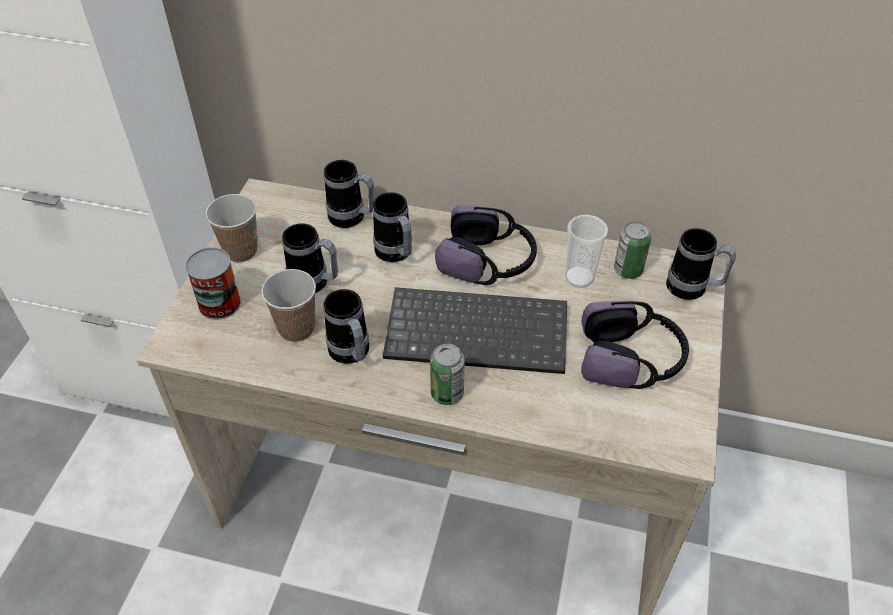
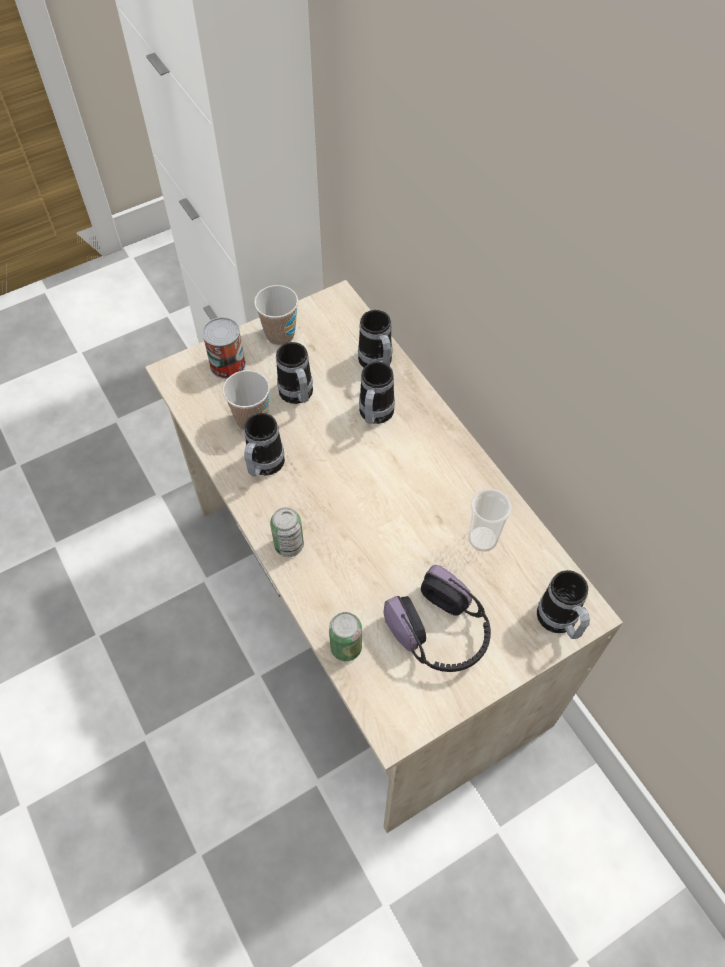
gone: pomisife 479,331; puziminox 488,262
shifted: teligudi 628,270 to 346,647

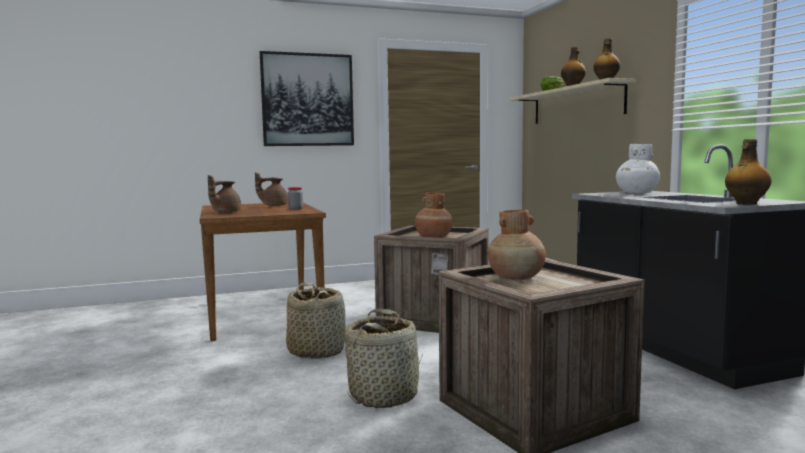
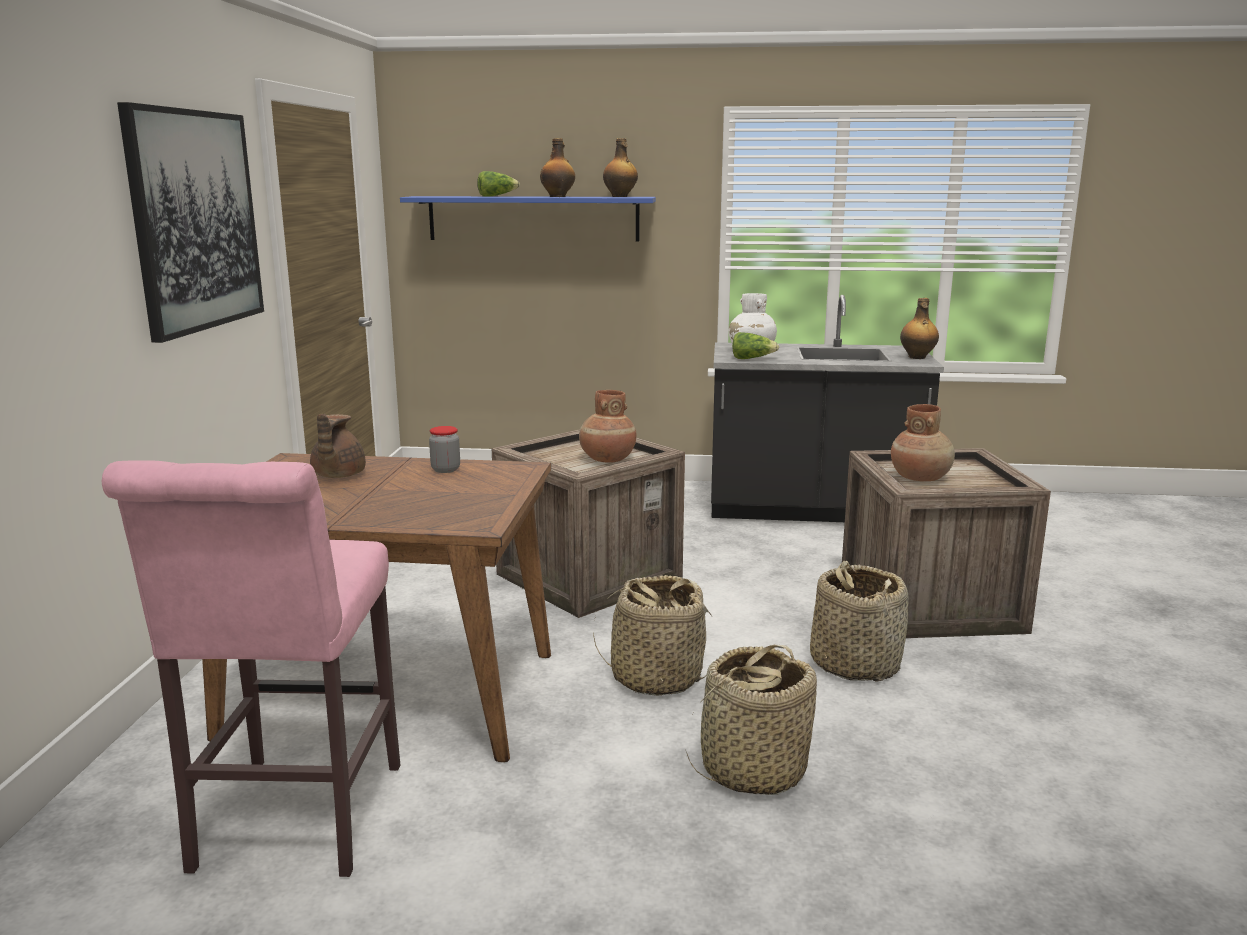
gone: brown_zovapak 225,212
new: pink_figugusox 294,824; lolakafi 752,770; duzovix 752,359
repainted: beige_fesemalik 576,104 to blue_fesemalik 533,218

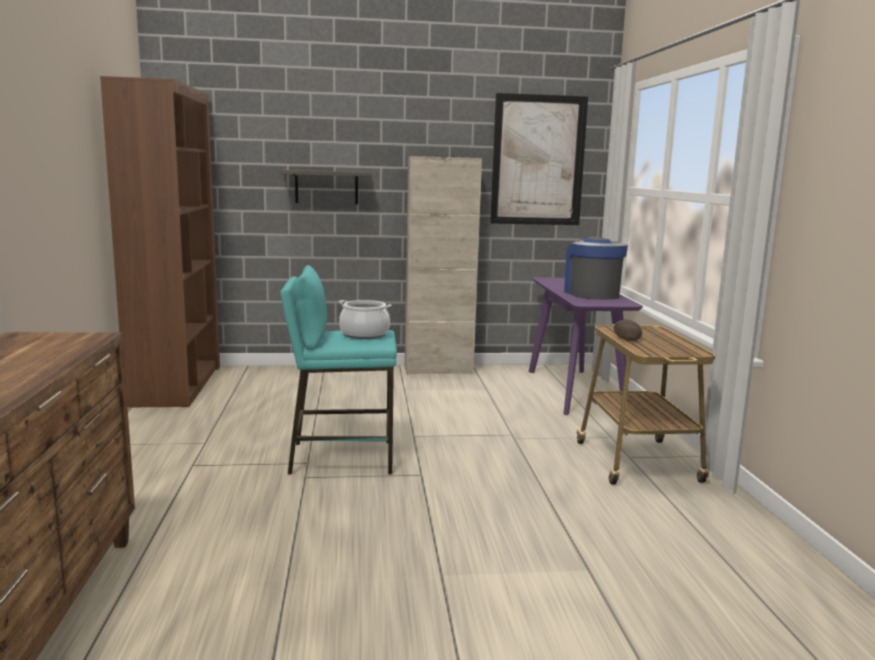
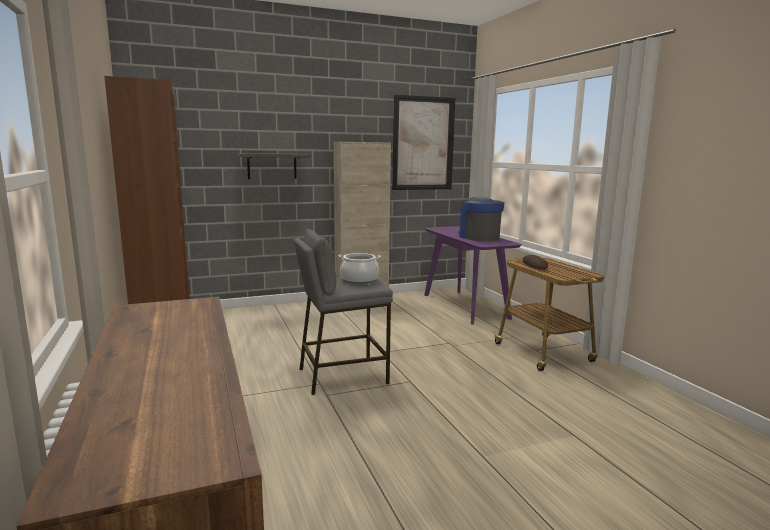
repainted: turquoise_figugusox 341,457 to grey_figugusox 342,375

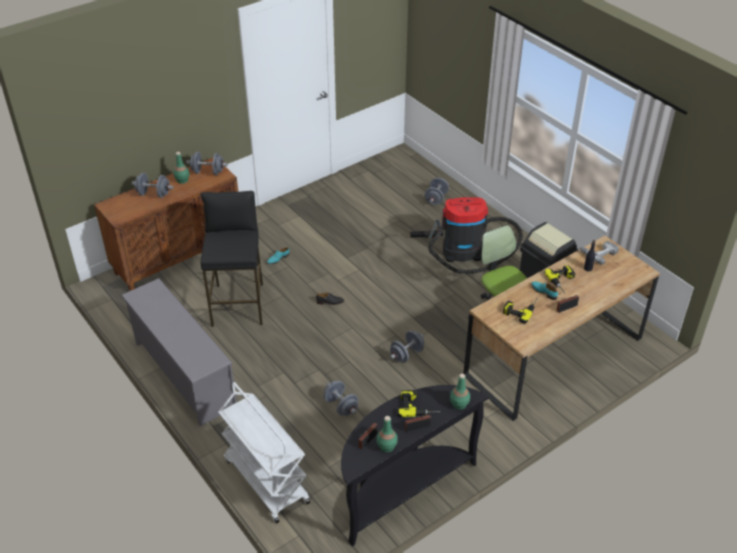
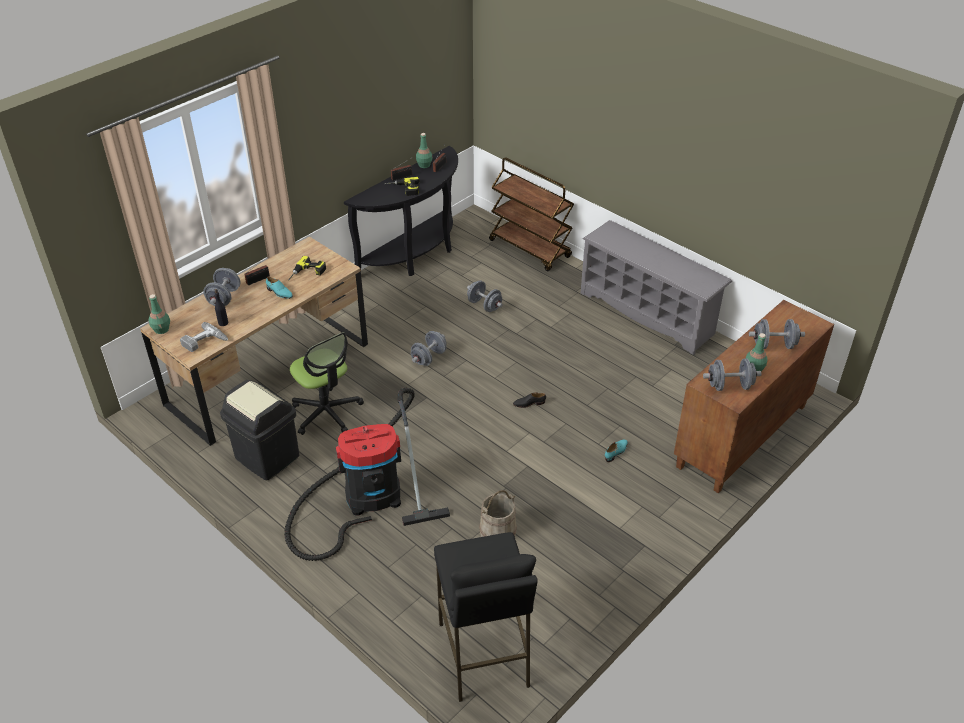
gone: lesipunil 563,282
new: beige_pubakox 498,531
shifted: black_figugusox 239,304 to 483,655; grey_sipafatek 436,199 to 224,298; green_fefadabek 459,404 to 162,329
repainted: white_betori 265,480 to brown_betori 530,249

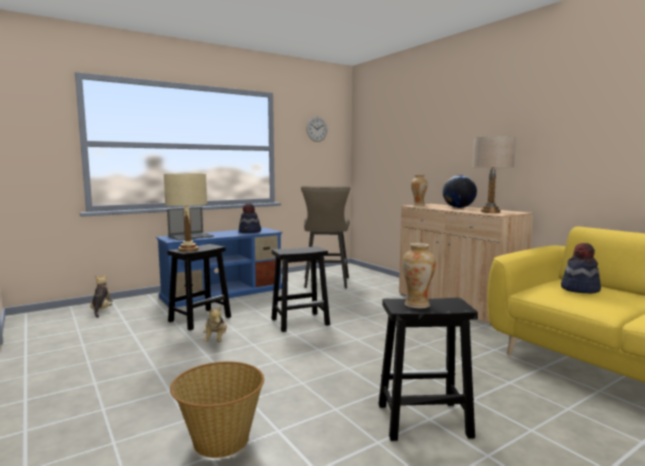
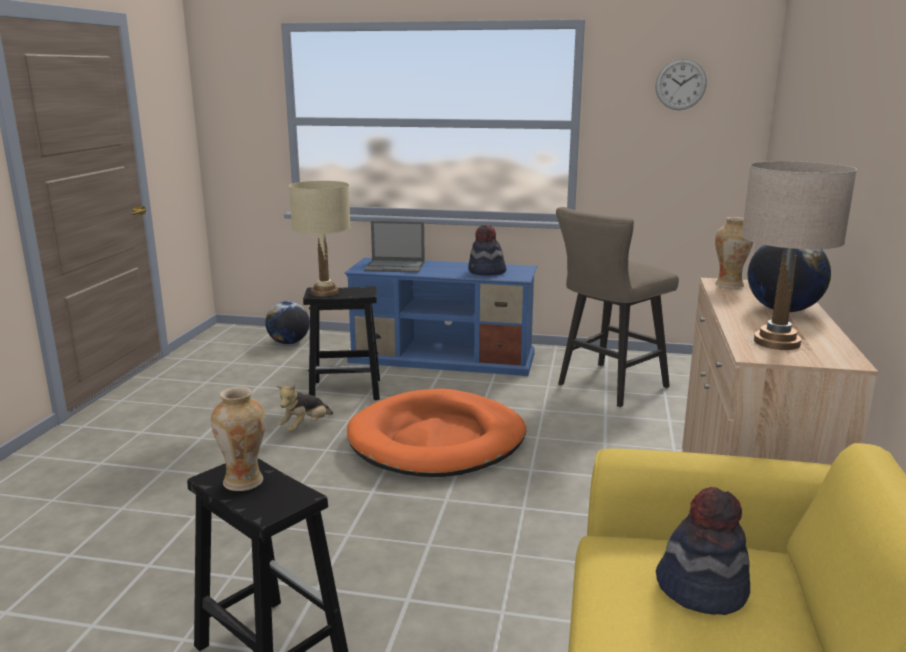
gone: lolakafi 220,440
swapped: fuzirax 101,310 to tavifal 289,343; black_figugusox 301,321 to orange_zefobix 437,440

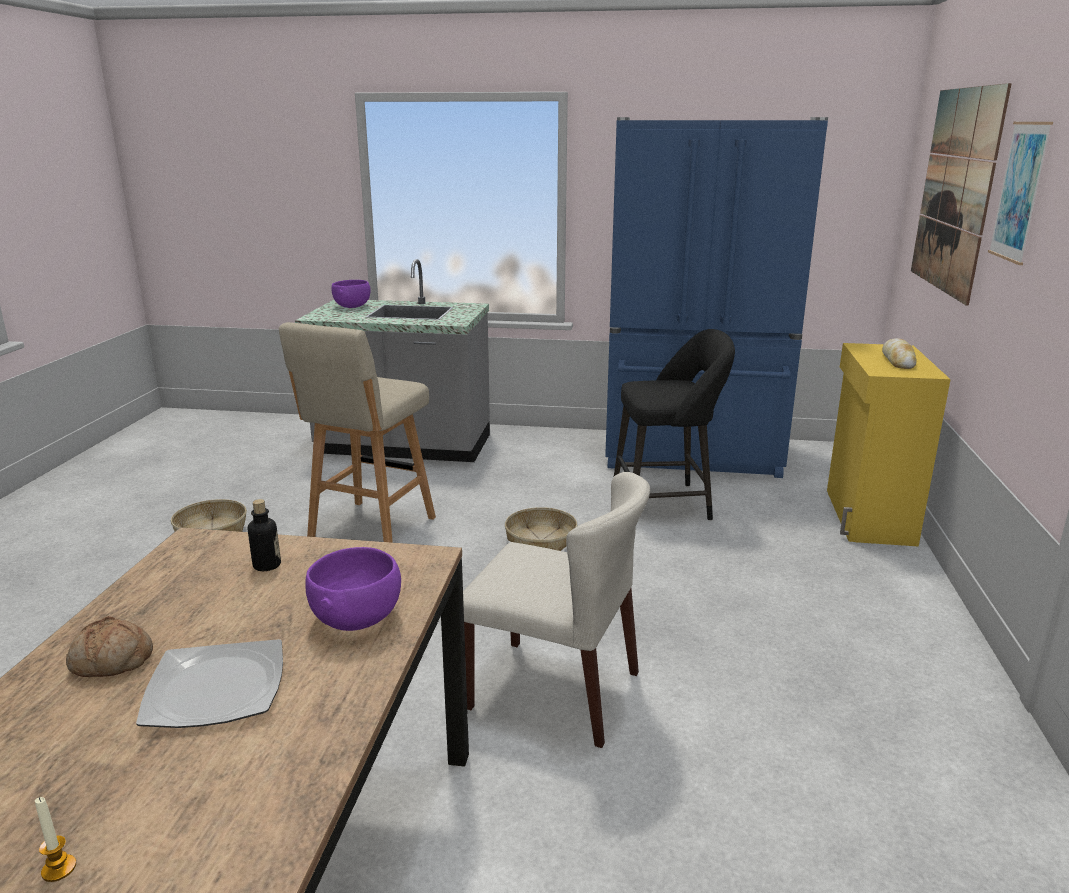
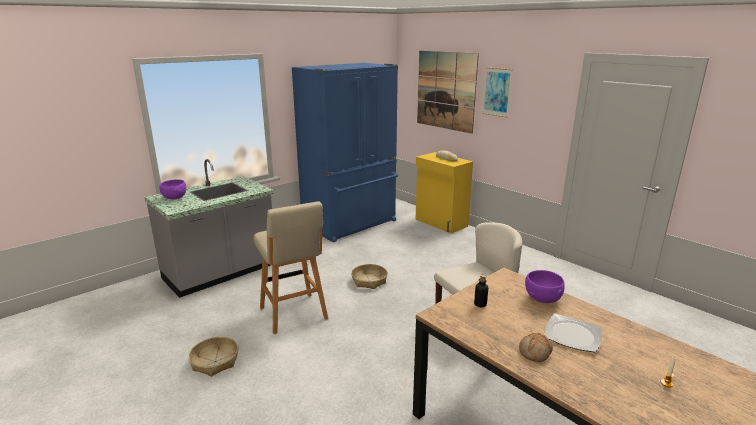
gone: black_figugusox 667,503

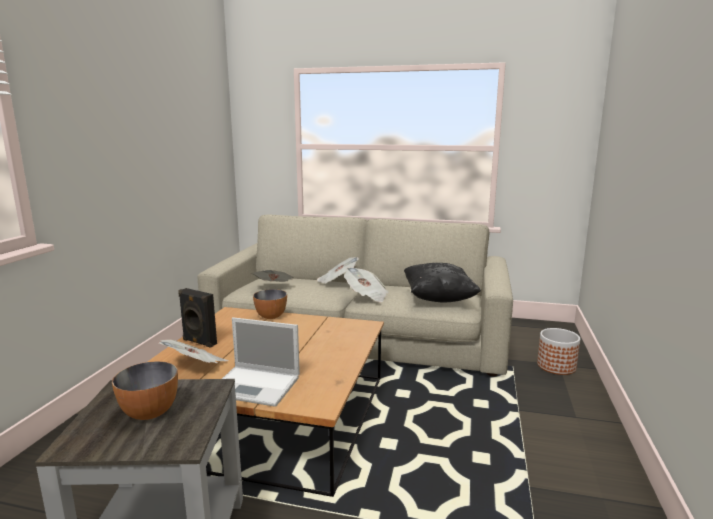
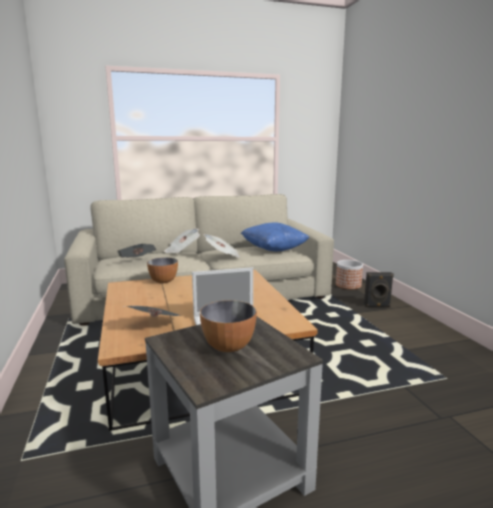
shifted: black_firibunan 199,342 to 377,306
repainted: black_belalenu 438,299 to blue_belalenu 273,250

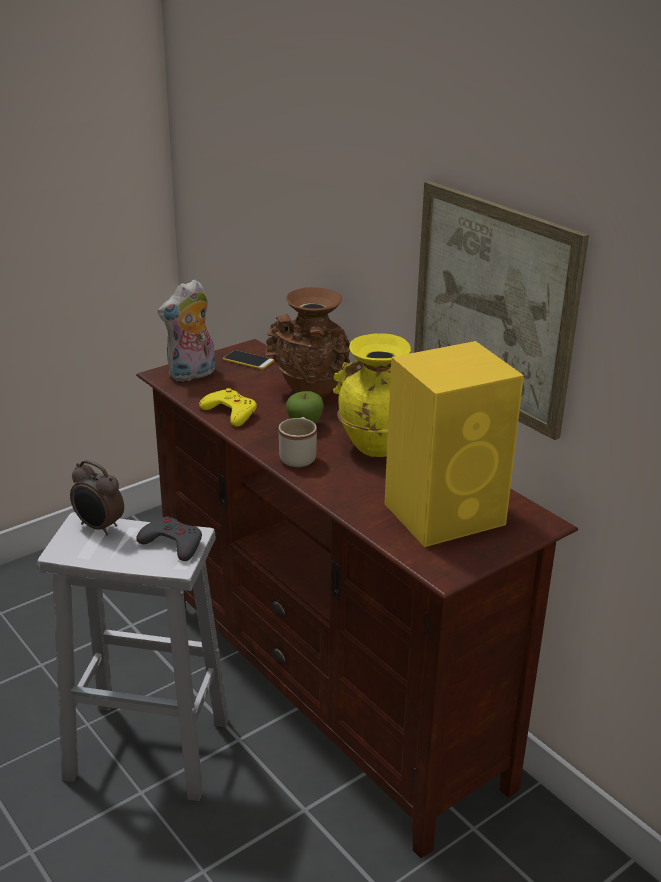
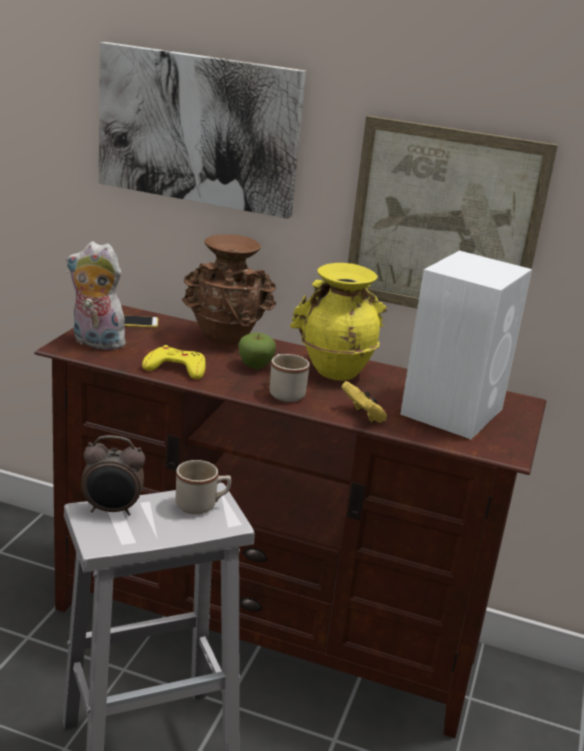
new: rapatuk 199,129; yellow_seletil 363,416
swapped: grey_seletil 172,543 to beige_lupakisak 202,505
repainted: yellow_firibunan 447,513 to white_firibunan 453,410
rotated: fuzirax 192,375 = 95,343 90 degrees clockwise

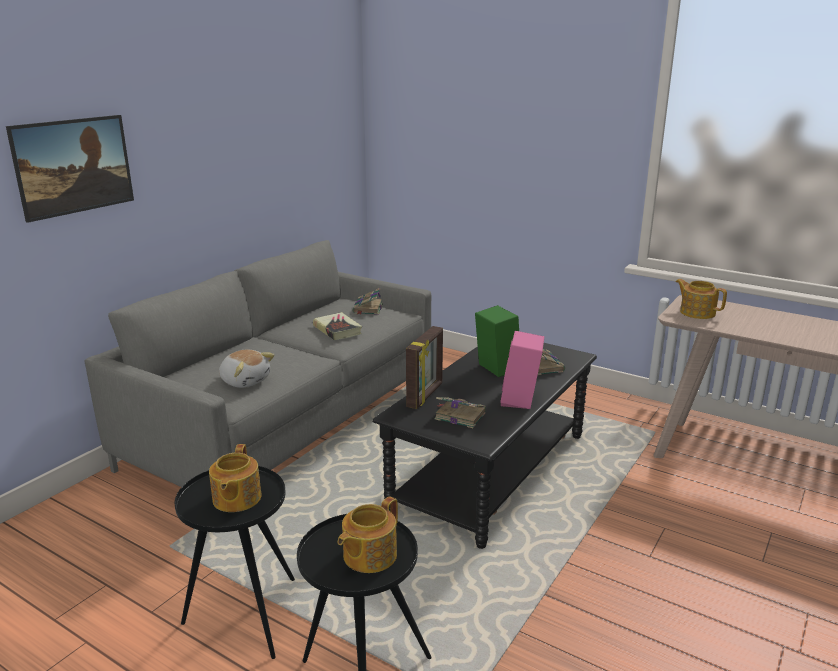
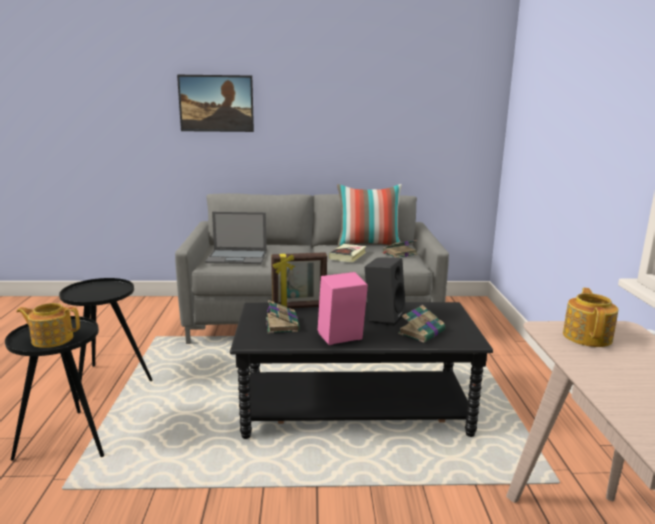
gone: zovapak 236,499
new: belalenu 368,245
swapped: fuzirax 245,380 to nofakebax 238,257
repainted: green_firibunan 495,369 to black_firibunan 383,317

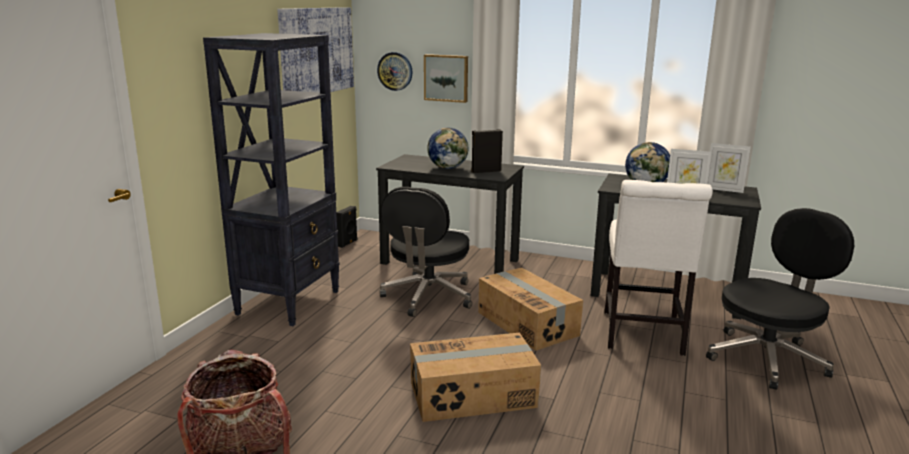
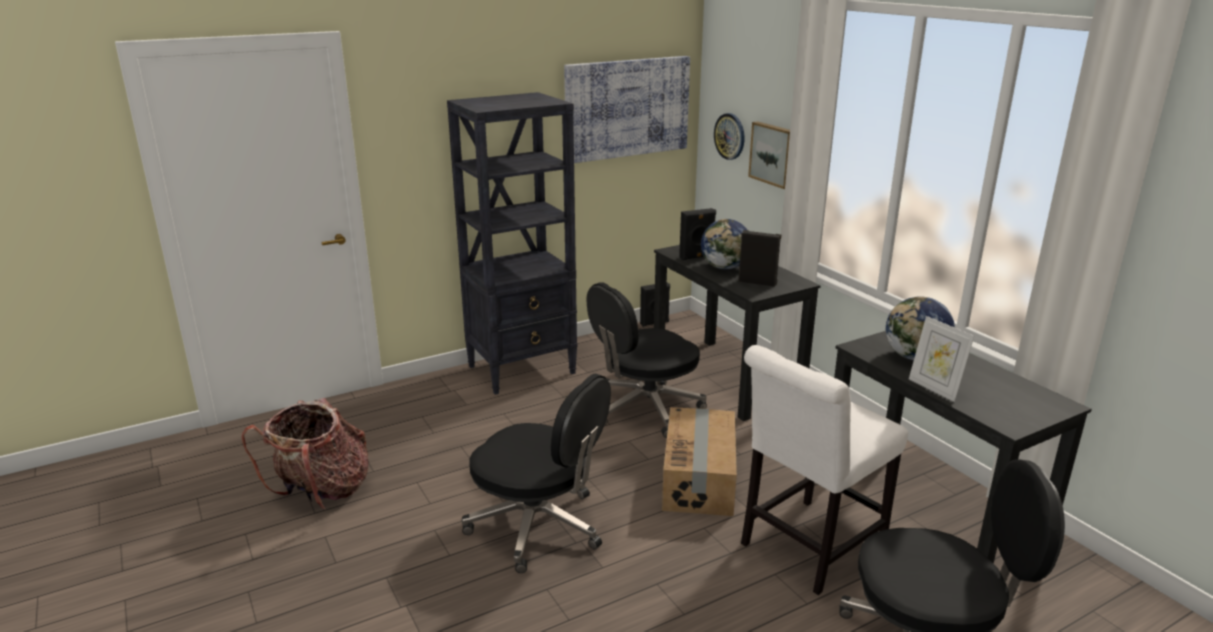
gone: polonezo 724,189
new: black_firibunan 697,257
swapped: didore 473,396 to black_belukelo 539,526

